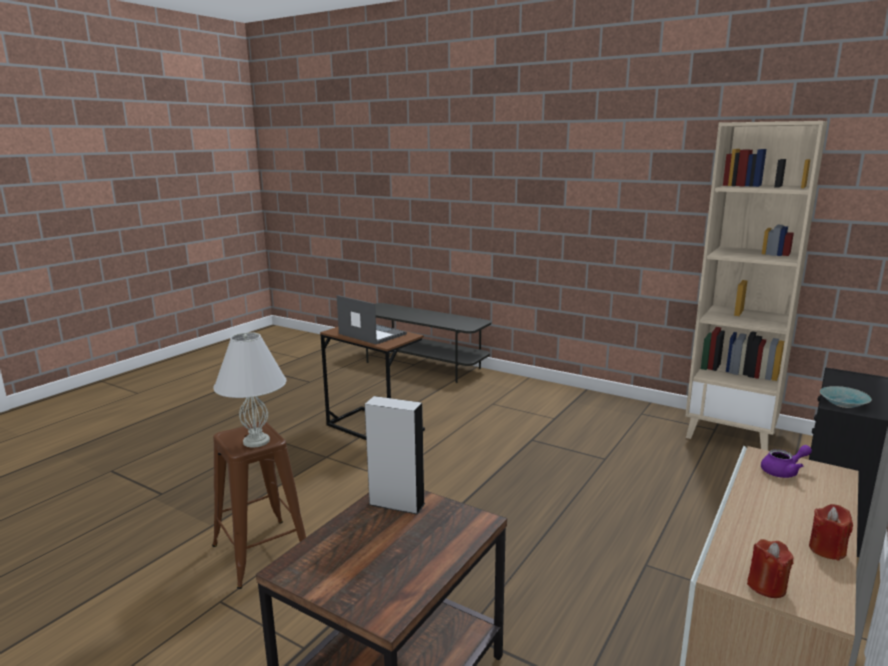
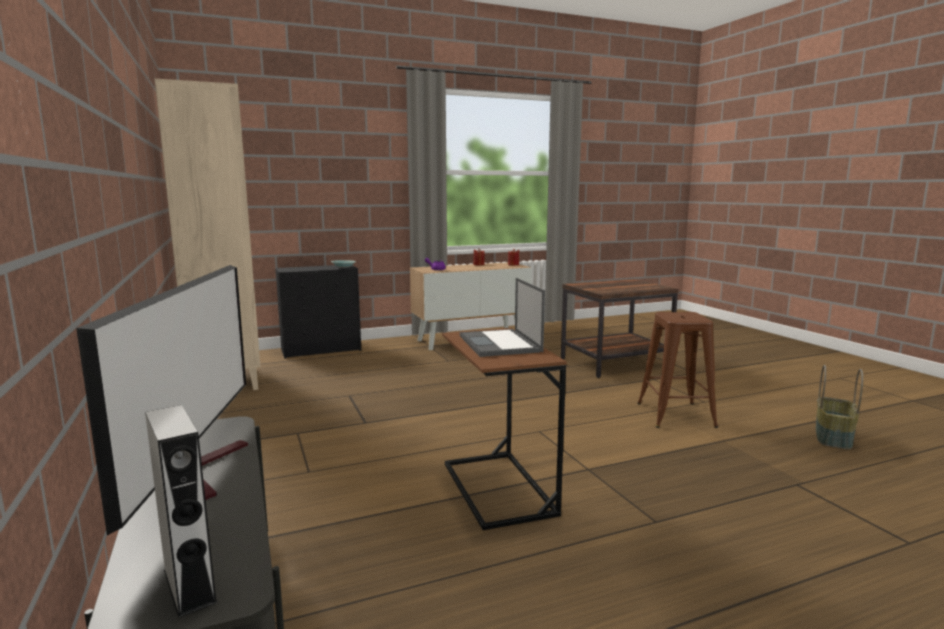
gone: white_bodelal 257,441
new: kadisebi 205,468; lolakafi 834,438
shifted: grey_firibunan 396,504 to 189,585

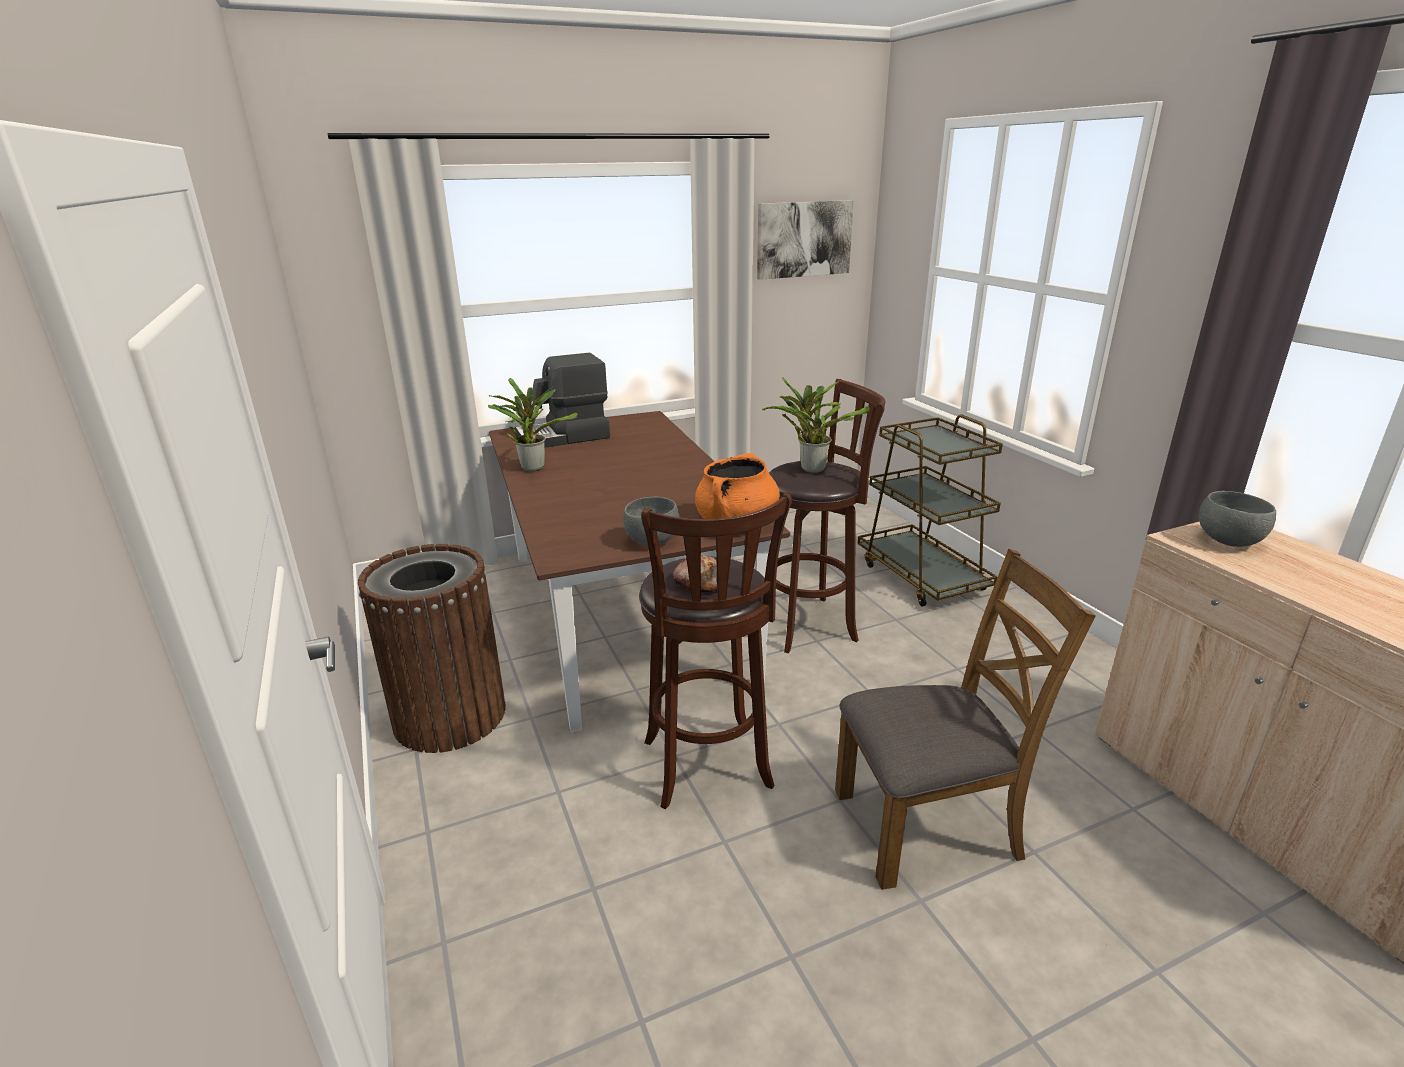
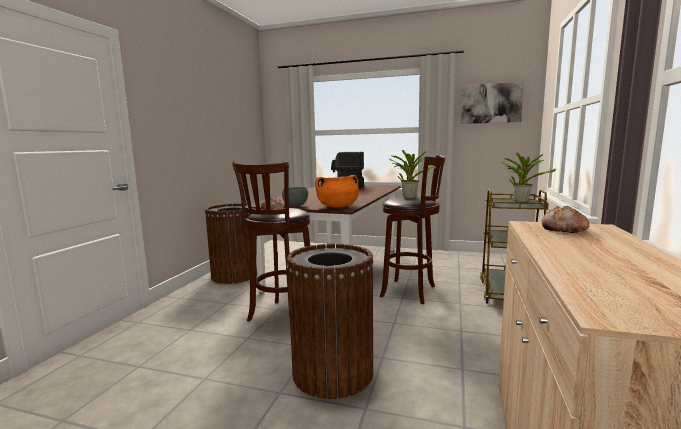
shifted: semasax 532,467 to 520,201
swapped: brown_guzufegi 928,824 to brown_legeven 333,372; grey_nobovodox 1229,542 to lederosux 563,229

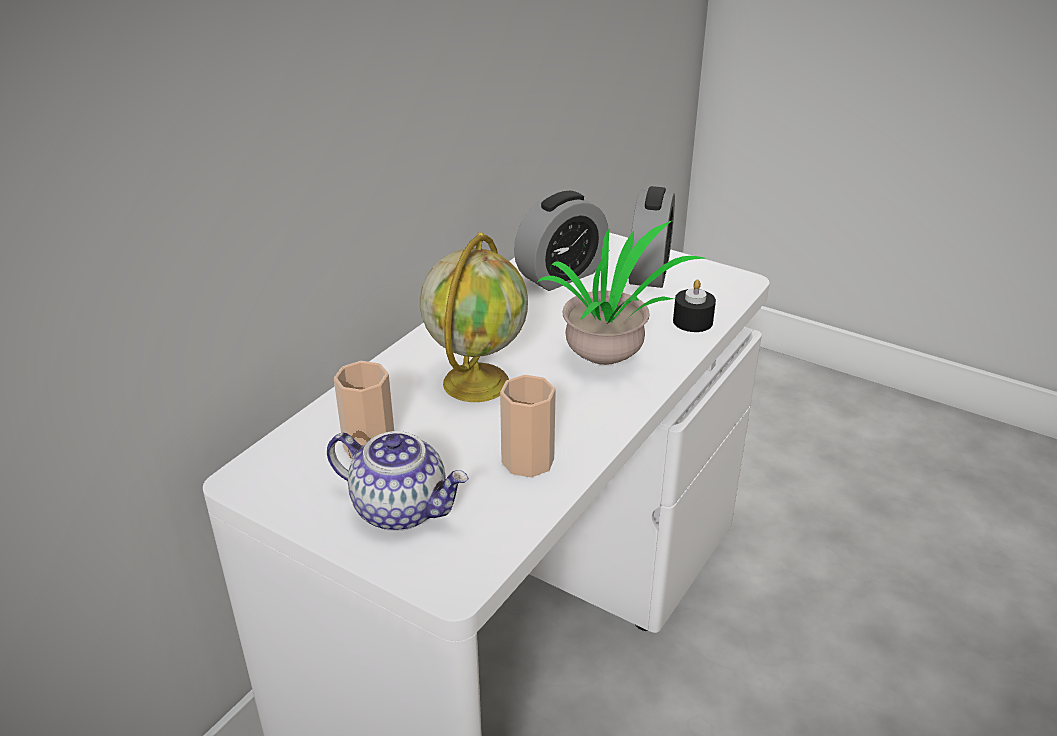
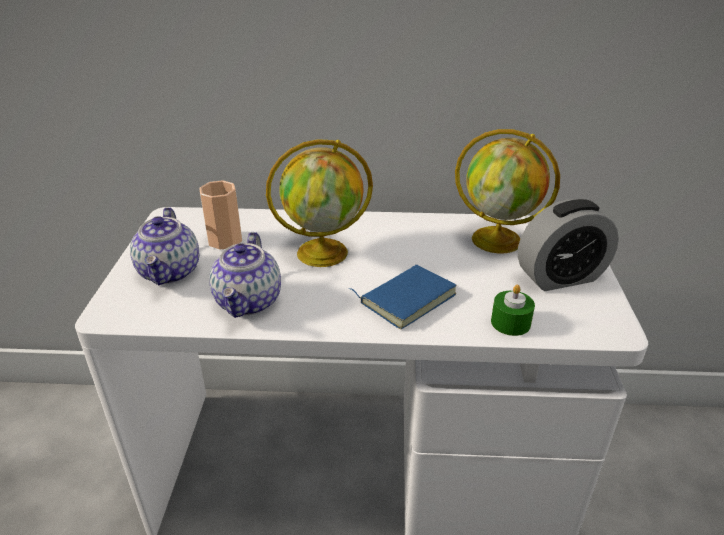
swapped: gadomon 527,461 to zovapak 249,302; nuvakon 561,275 to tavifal 498,240; semasax 610,359 to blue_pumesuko 406,298
repainted: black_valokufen 692,321 to green_valokufen 510,323

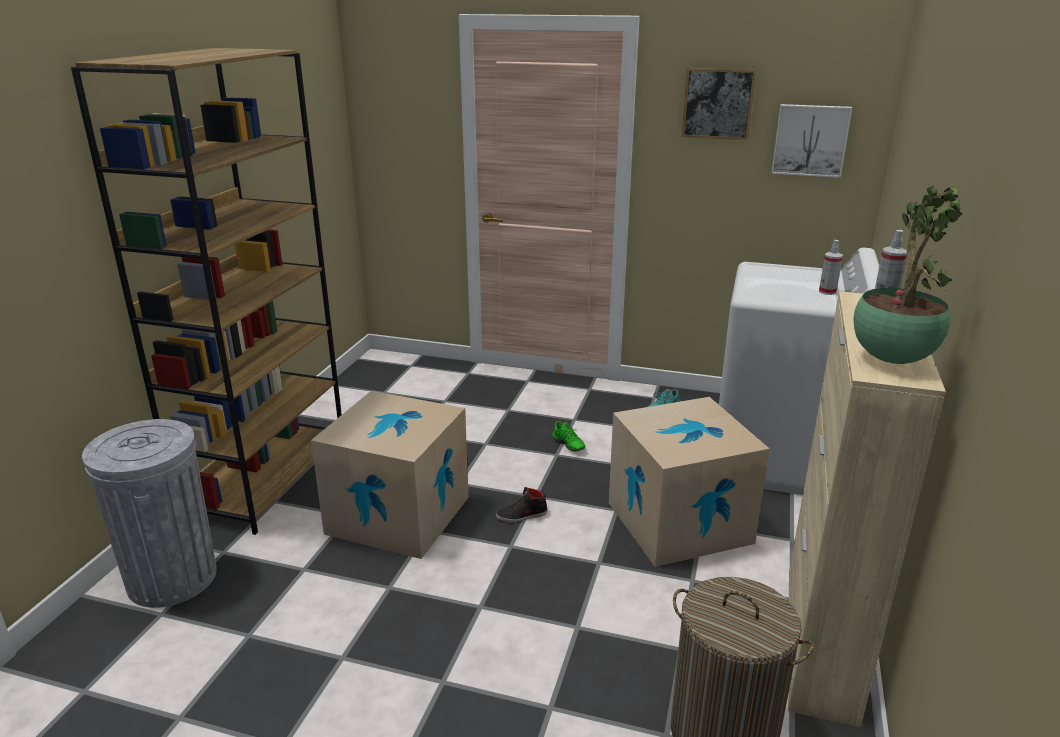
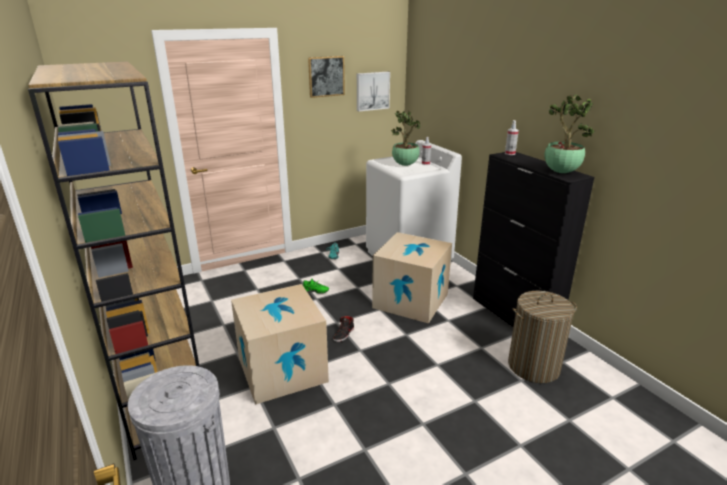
new: semasax 405,165
repainted: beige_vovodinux 820,642 to black_vovodinux 514,316

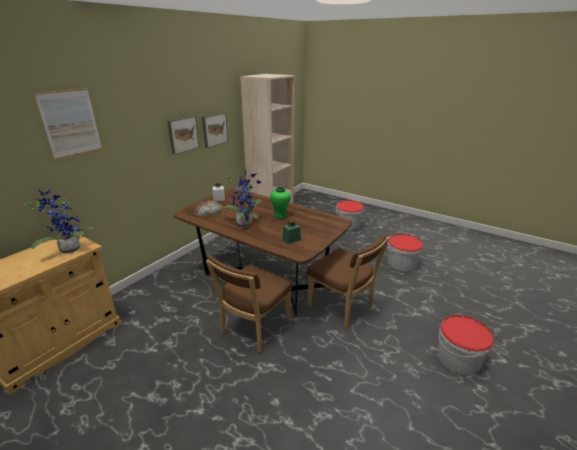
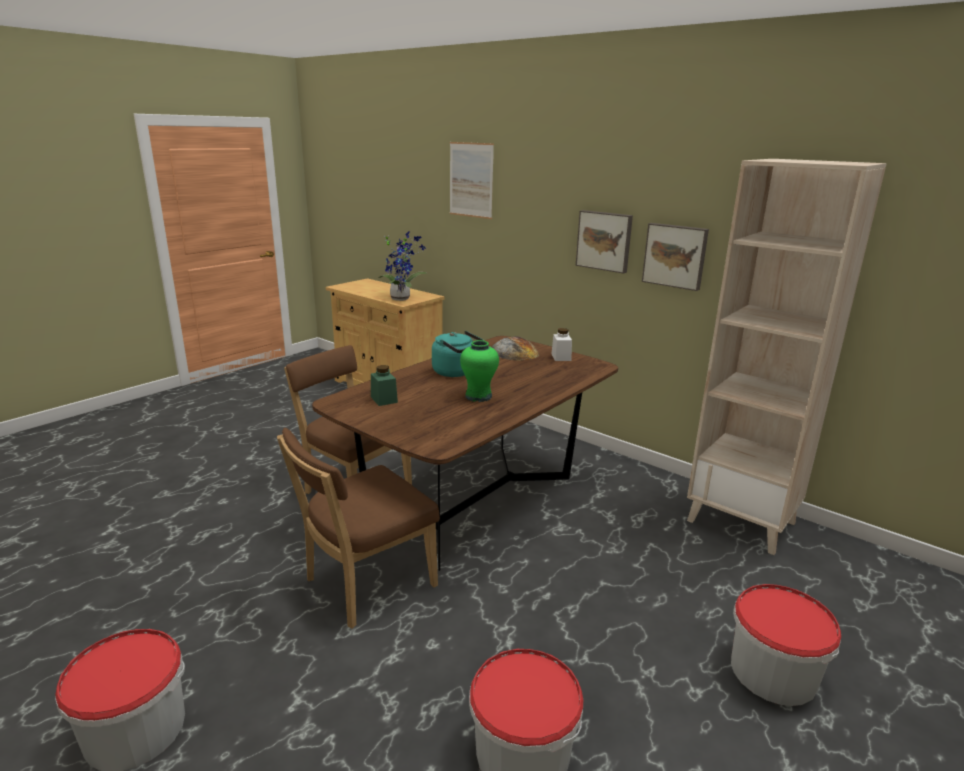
swapped: semasax 245,223 to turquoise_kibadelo 456,372

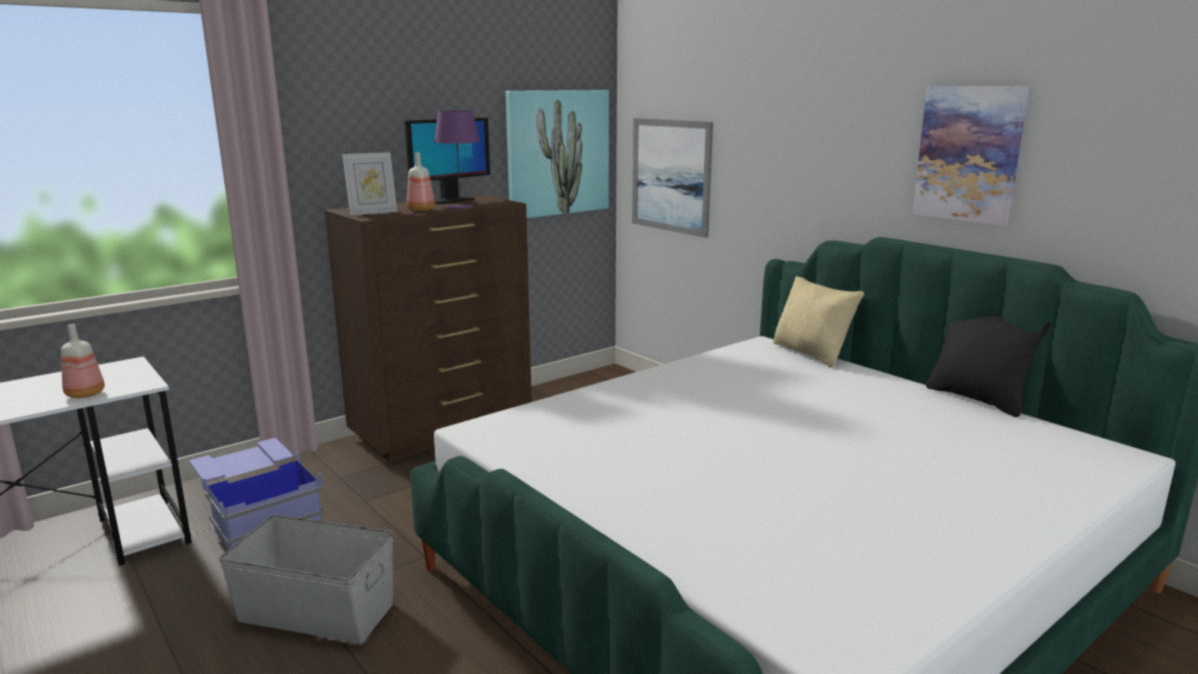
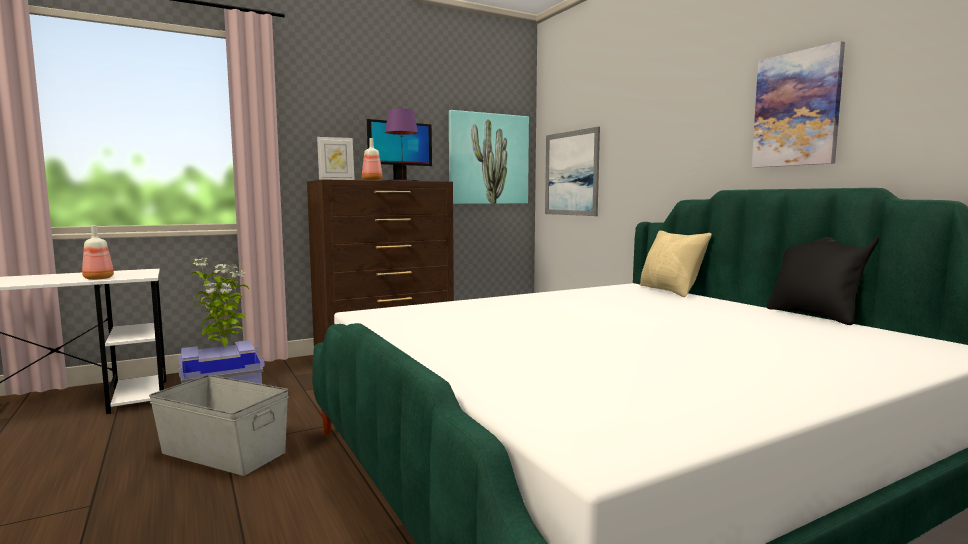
new: semasax 224,348

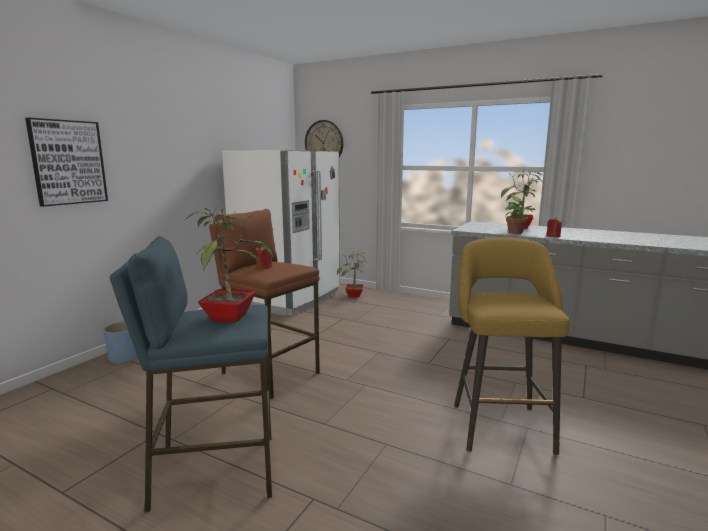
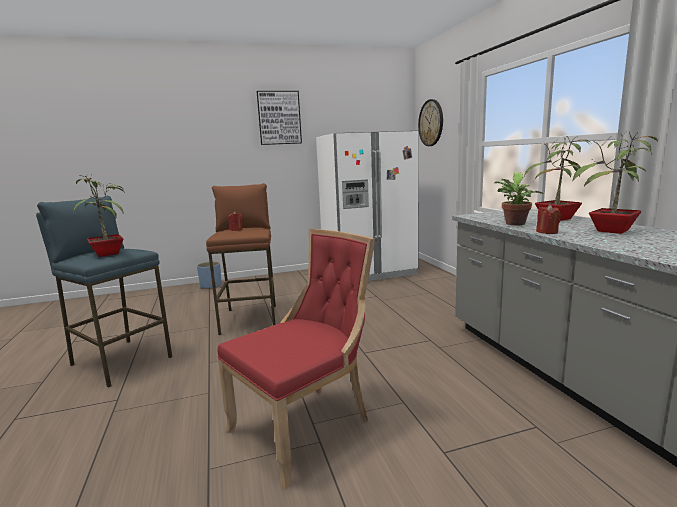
shifted: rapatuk 68,162 to 279,118; semasax 354,296 to 612,231
swapped: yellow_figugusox 500,424 to red_guzufegi 306,425

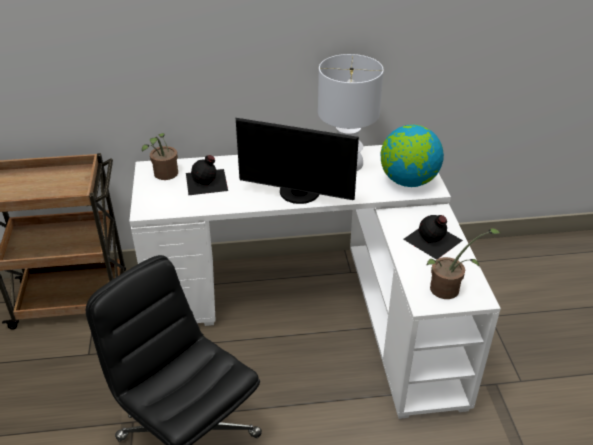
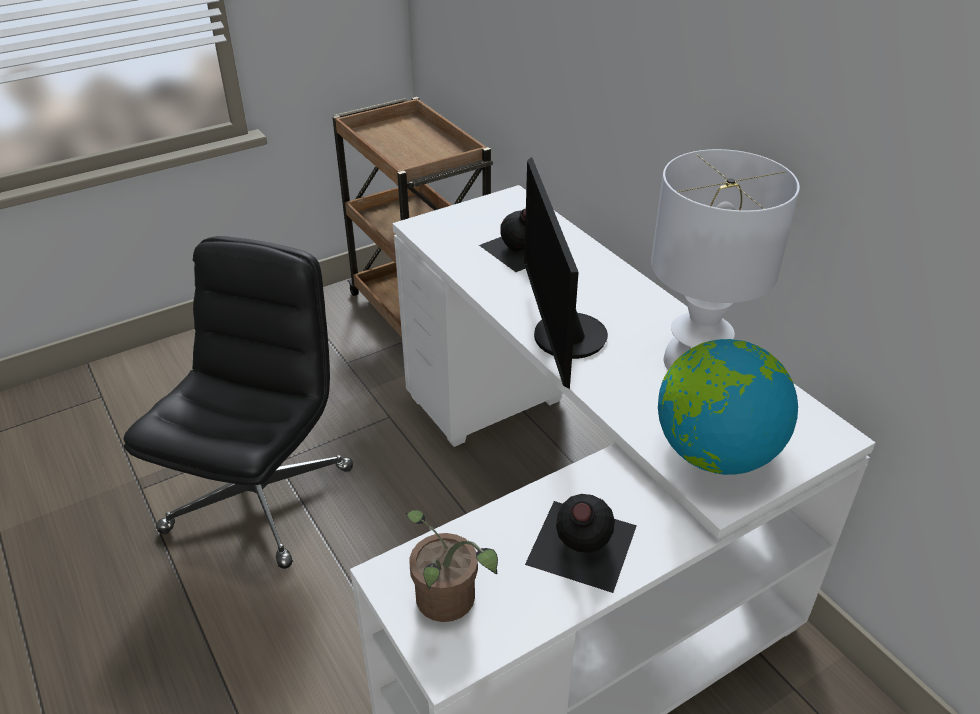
gone: semasax 164,175

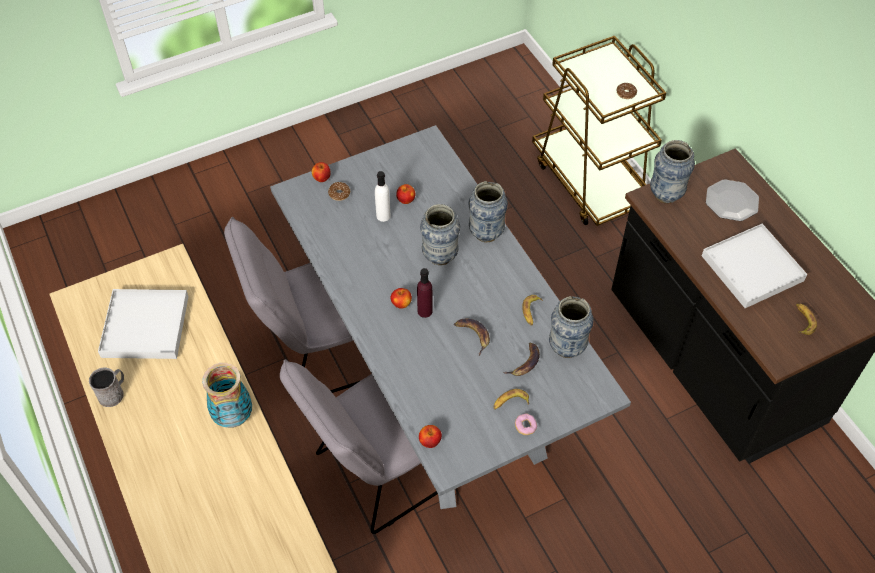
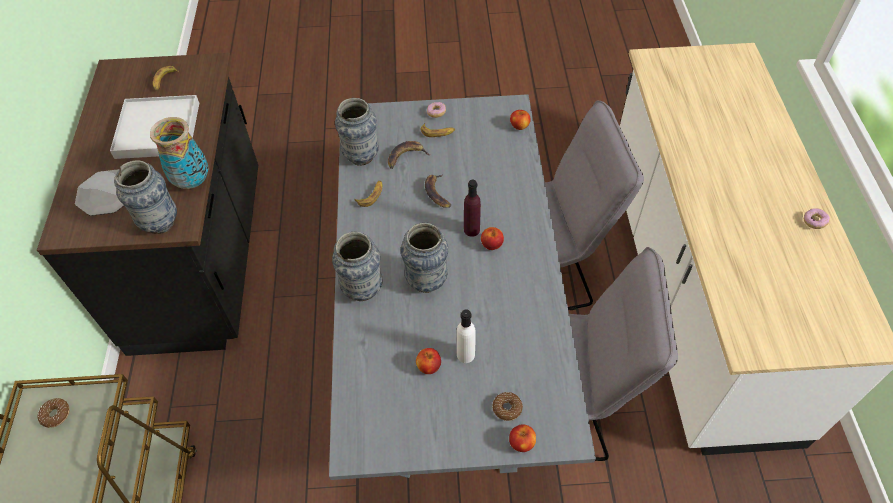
gone: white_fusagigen 145,326
shifted: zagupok 234,417 to 192,181
swapped: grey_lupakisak 113,393 to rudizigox 814,222

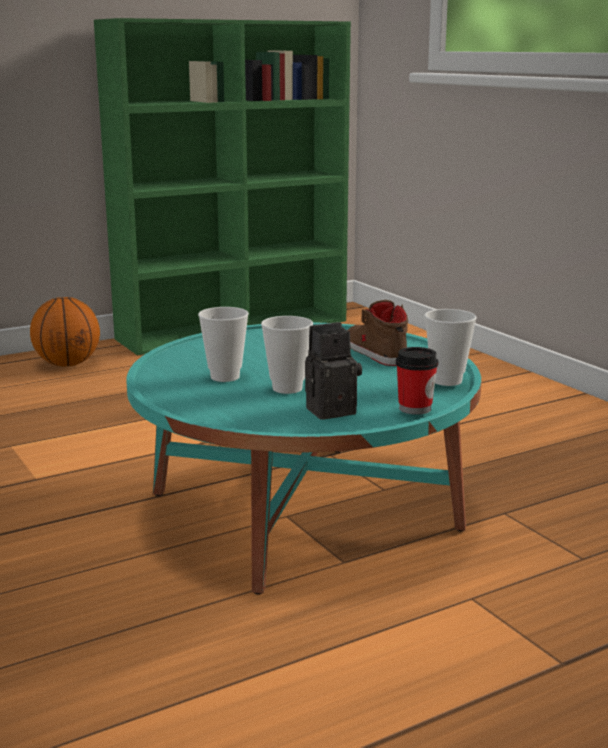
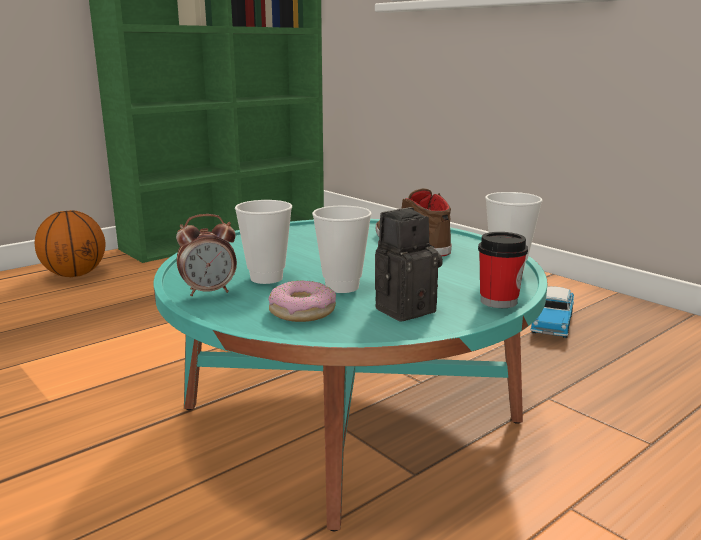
new: nuvakon 209,291; rudizigox 302,311; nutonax 552,324

